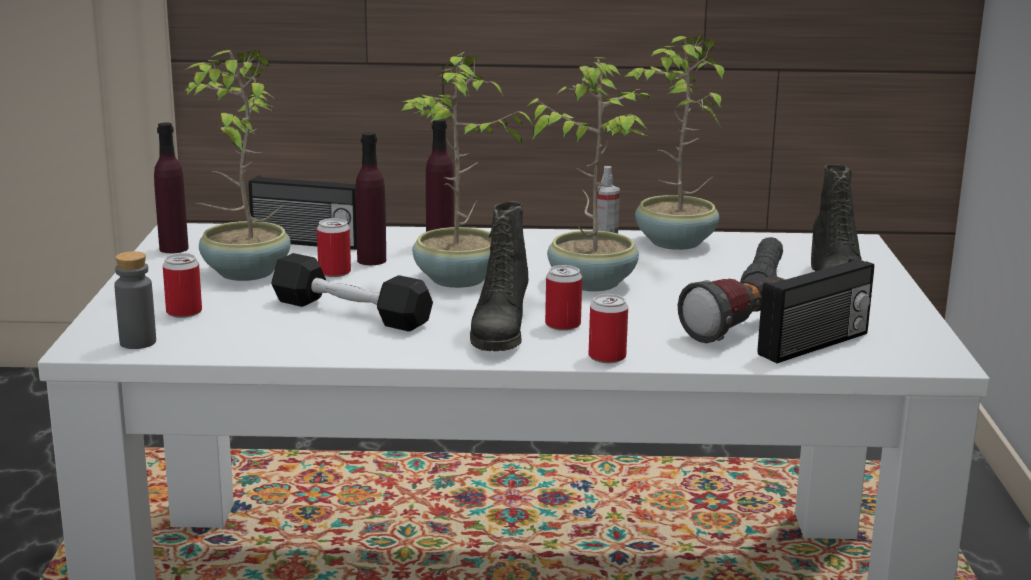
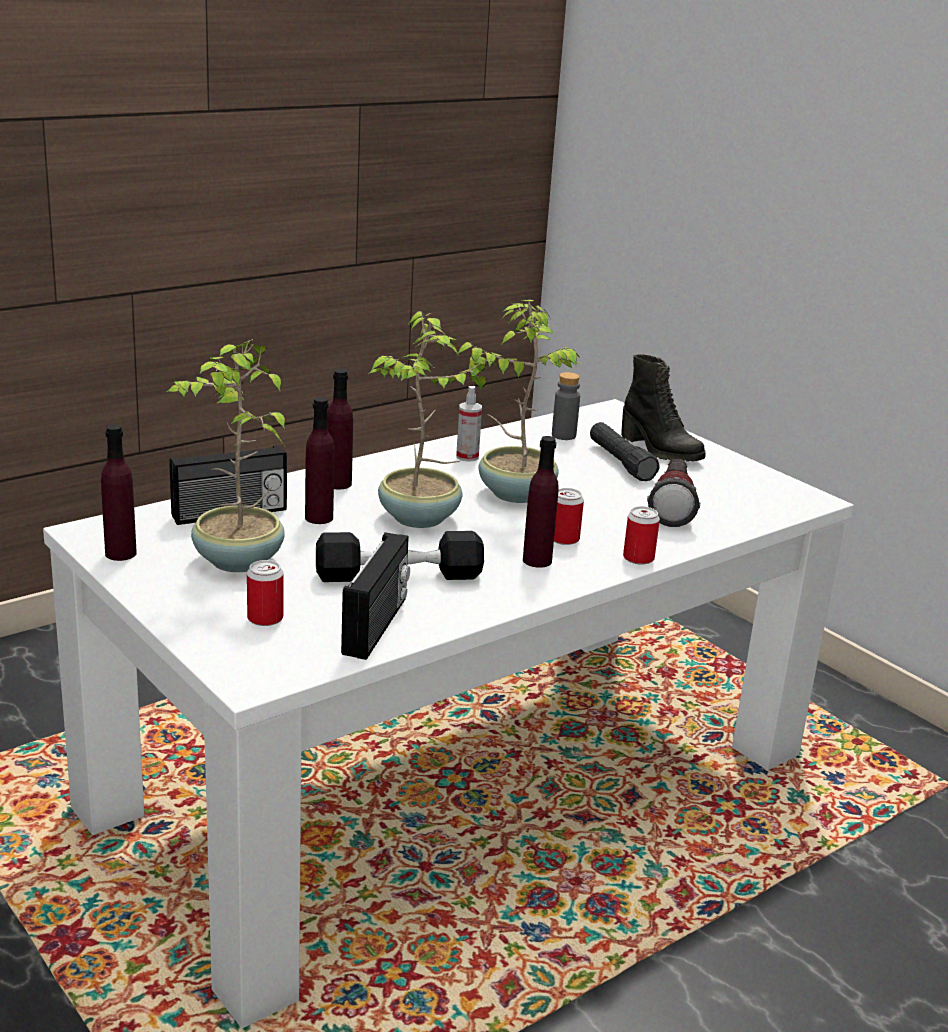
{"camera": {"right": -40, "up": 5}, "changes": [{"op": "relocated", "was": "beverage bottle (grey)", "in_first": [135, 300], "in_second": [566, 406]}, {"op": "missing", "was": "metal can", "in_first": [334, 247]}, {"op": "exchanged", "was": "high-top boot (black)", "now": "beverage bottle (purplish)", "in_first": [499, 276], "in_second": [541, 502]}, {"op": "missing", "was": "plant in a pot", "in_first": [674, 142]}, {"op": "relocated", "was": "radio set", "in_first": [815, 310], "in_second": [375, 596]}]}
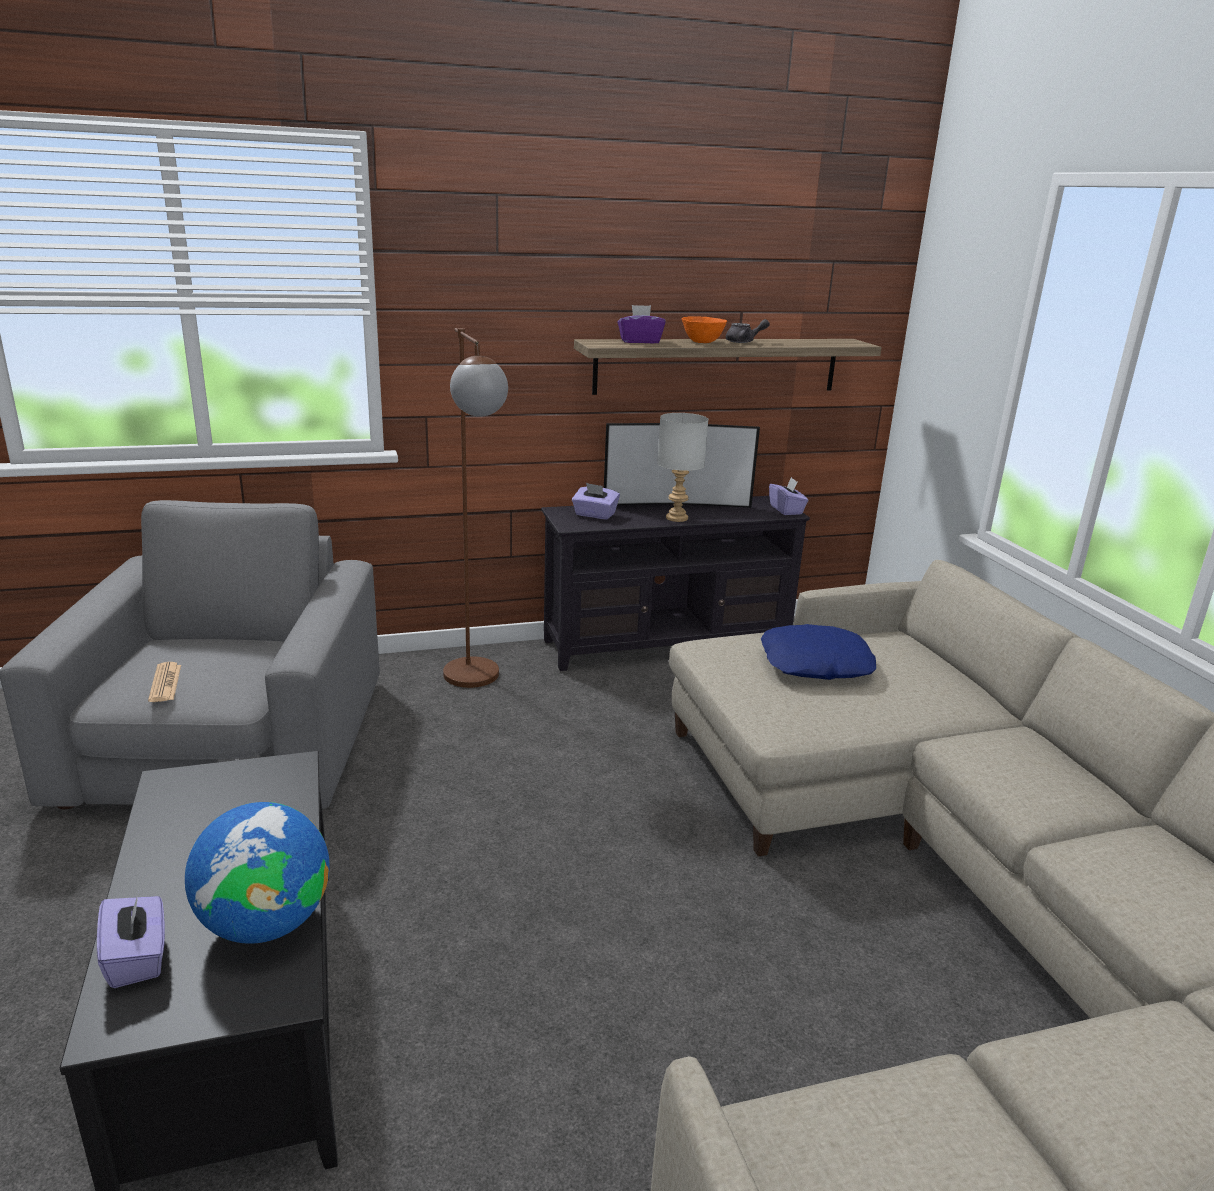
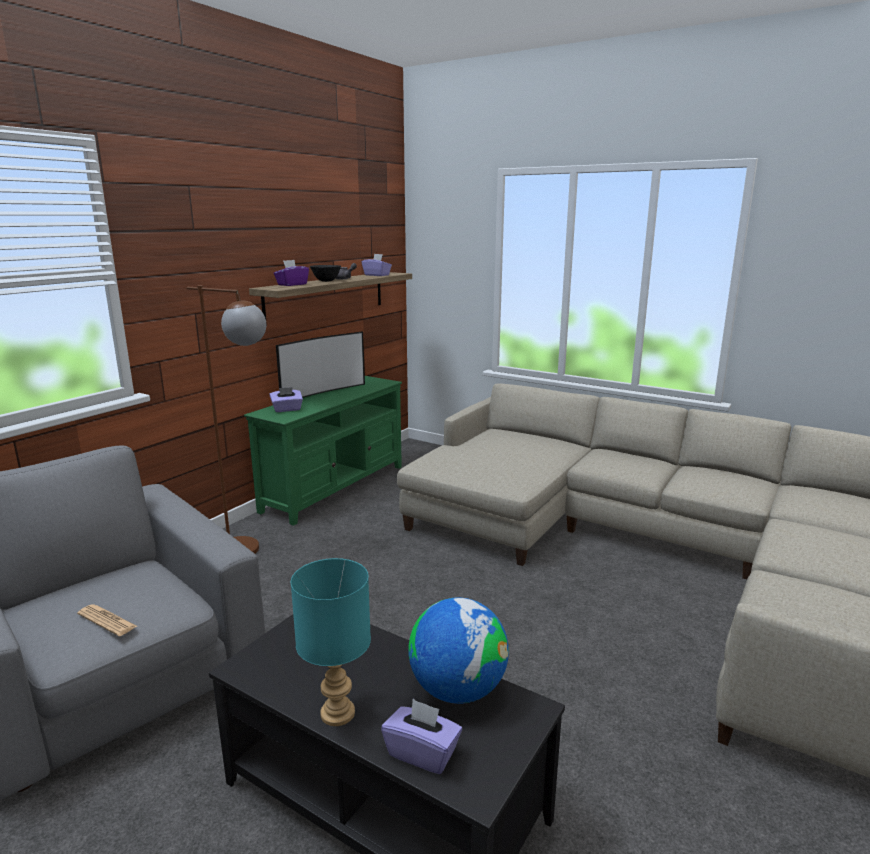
{"camera": {"right": -40, "up": -5}, "changes": [{"op": "colour", "was": "media console (black)", "now": "media console (green-coloured)", "in_first": [676, 583], "in_second": [323, 451]}, {"op": "missing", "was": "table lamp (grey)", "in_first": [683, 467]}, {"op": "colour", "was": "bowl (orange)", "now": "bowl (black)", "in_first": [704, 329], "in_second": [325, 273]}, {"op": "missing", "was": "throw pillow (blue-coloured)", "in_first": [818, 652]}, {"op": "relocated", "was": "box of tissues (purplish)", "in_first": [788, 496], "in_second": [377, 265]}, {"op": "appeared", "now": "table lamp (turquoise)", "in_second": [331, 642]}]}
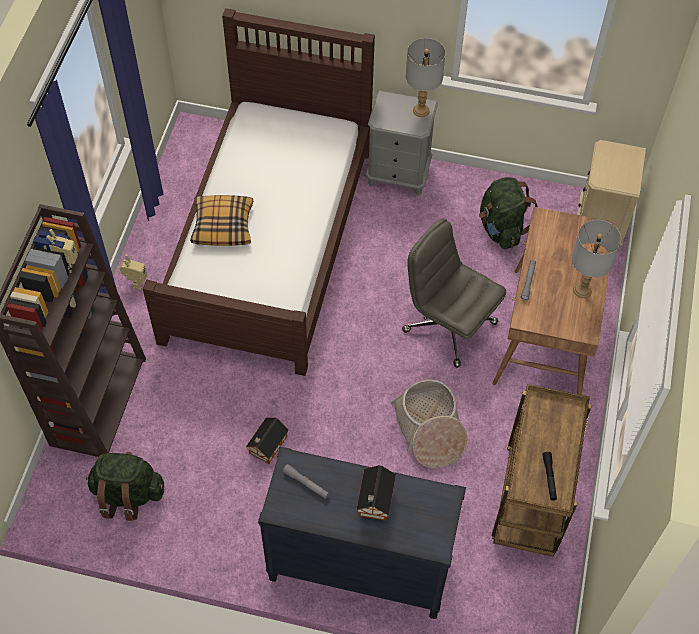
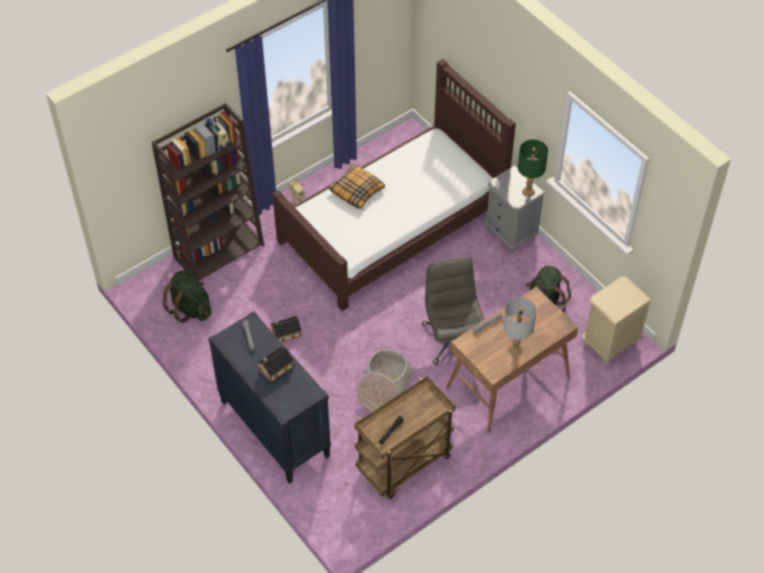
{"camera": {"right": 40, "up": -5}, "changes": [{"op": "colour", "was": "table lamp (grey)", "now": "table lamp (green-coloured)", "in_first": [426, 77], "in_second": [533, 168]}]}
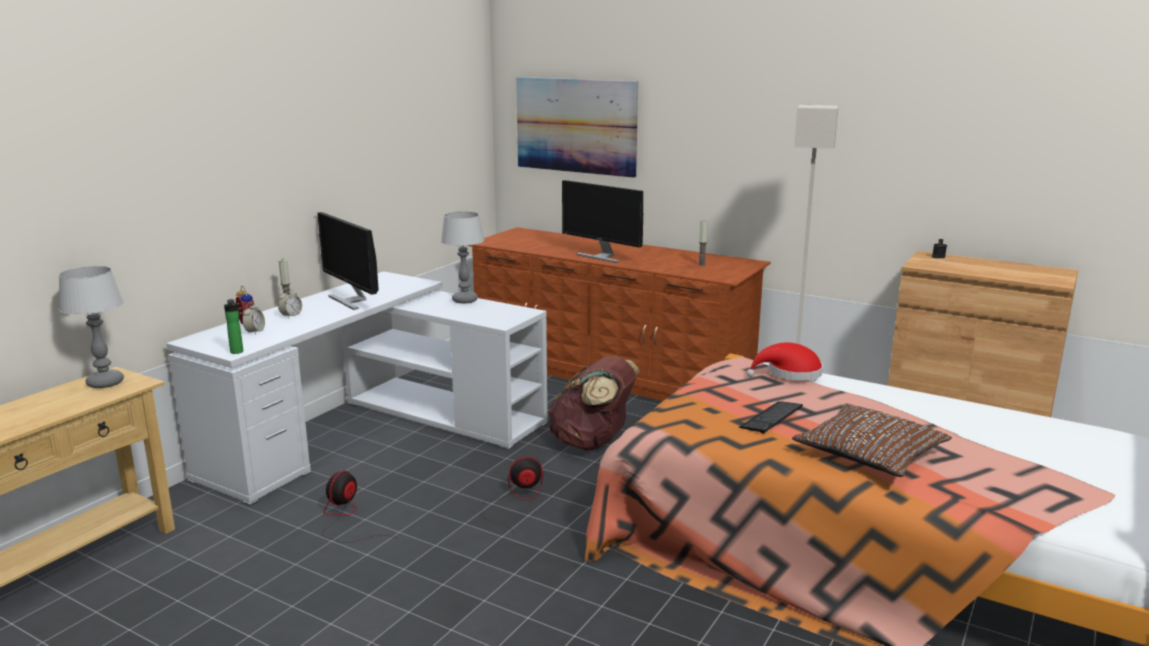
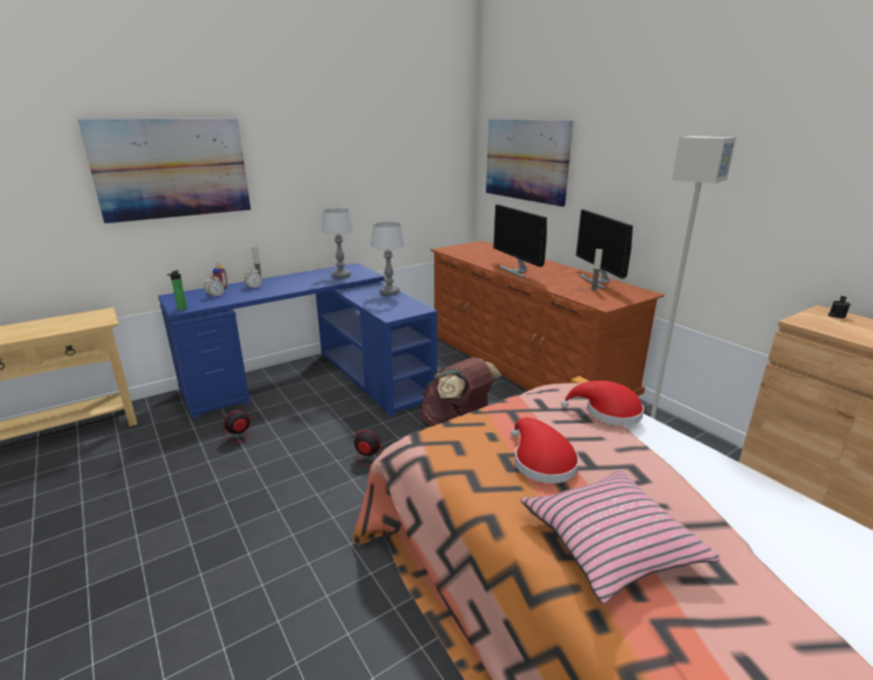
{"camera": {"right": 25, "up": 5}, "changes": [{"op": "relocated", "was": "table lamp", "in_first": [91, 327], "in_second": [337, 243]}, {"op": "colour", "was": "desk (whitish)", "now": "desk (blue-coloured)", "in_first": [357, 388], "in_second": [297, 341]}, {"op": "relocated", "was": "computer screen", "in_first": [348, 261], "in_second": [604, 249]}, {"op": "exchanged", "was": "PC keyboard", "now": "hat (red)", "in_first": [771, 417], "in_second": [545, 450]}, {"op": "colour", "was": "throw pillow (brown-coloured)", "now": "throw pillow (pinkish)", "in_first": [872, 440], "in_second": [620, 536]}, {"op": "appeared", "now": "picture", "in_second": [164, 171]}]}
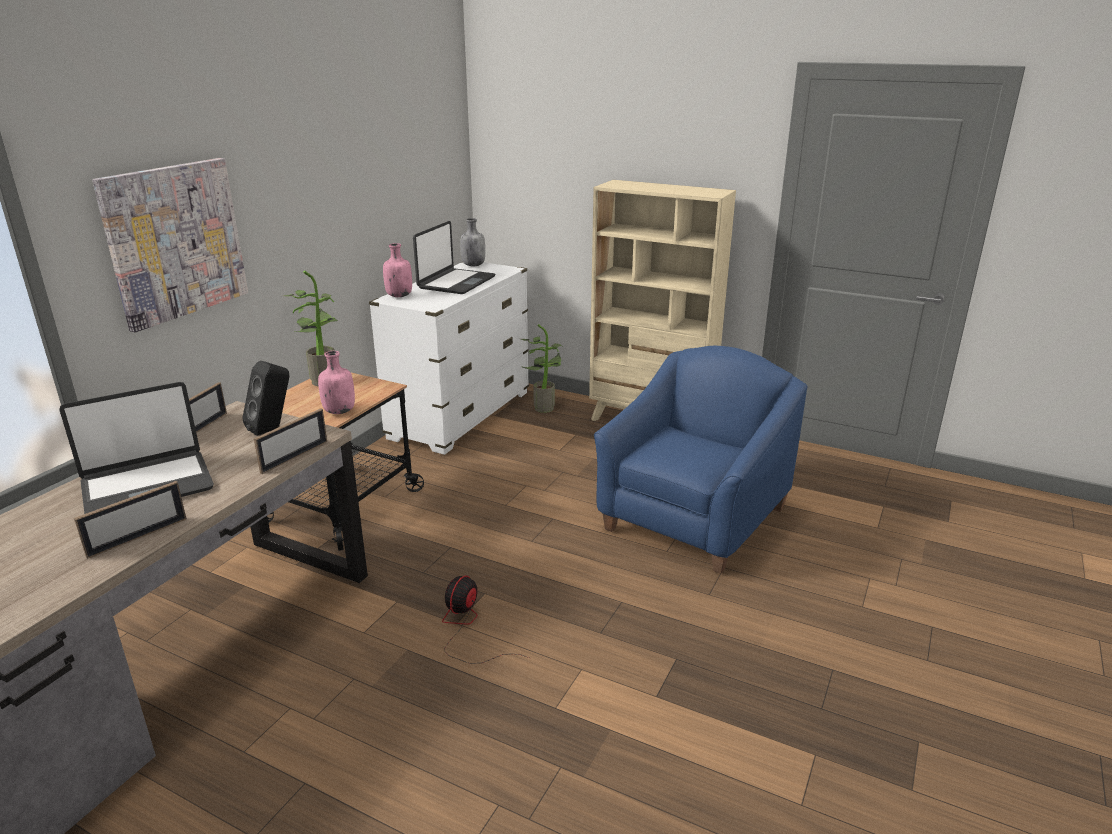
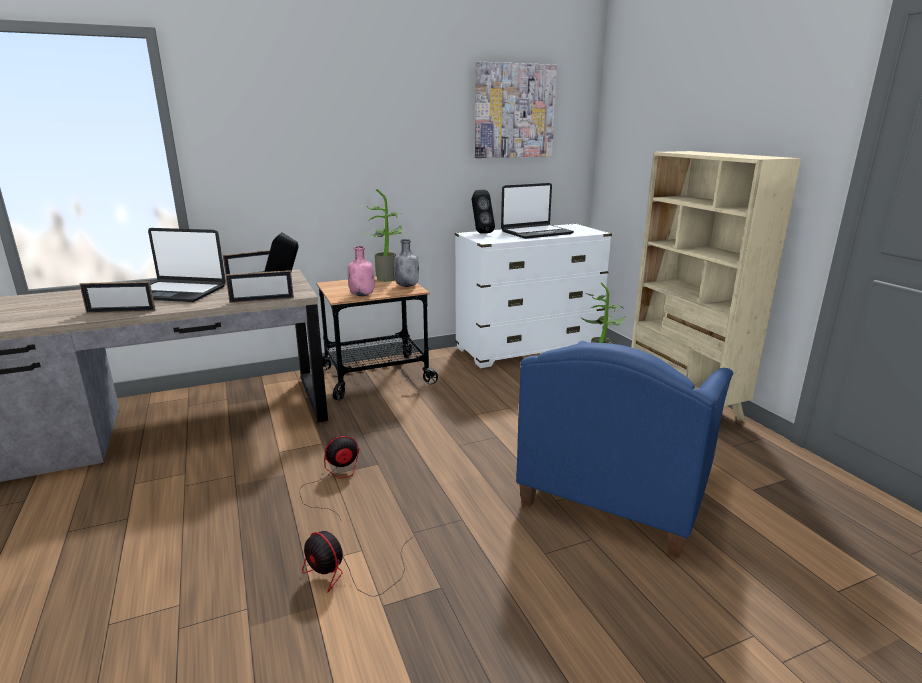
{"camera": {"right": 40, "up": -5}, "changes": [{"op": "relocated", "was": "picture", "in_first": [170, 245], "in_second": [516, 110]}, {"op": "exchanged", "was": "beverage bottle (pinkish)", "now": "loudspeaker (black)", "in_first": [397, 270], "in_second": [483, 212]}, {"op": "relocated", "was": "beverage bottle (grey)", "in_first": [472, 242], "in_second": [406, 263]}, {"op": "spun", "was": "lounge chair (blue-coloured)", "in_first": [701, 460], "in_second": [624, 449], "clockwise": 135}, {"op": "appeared", "now": "fan", "in_second": [358, 564]}]}
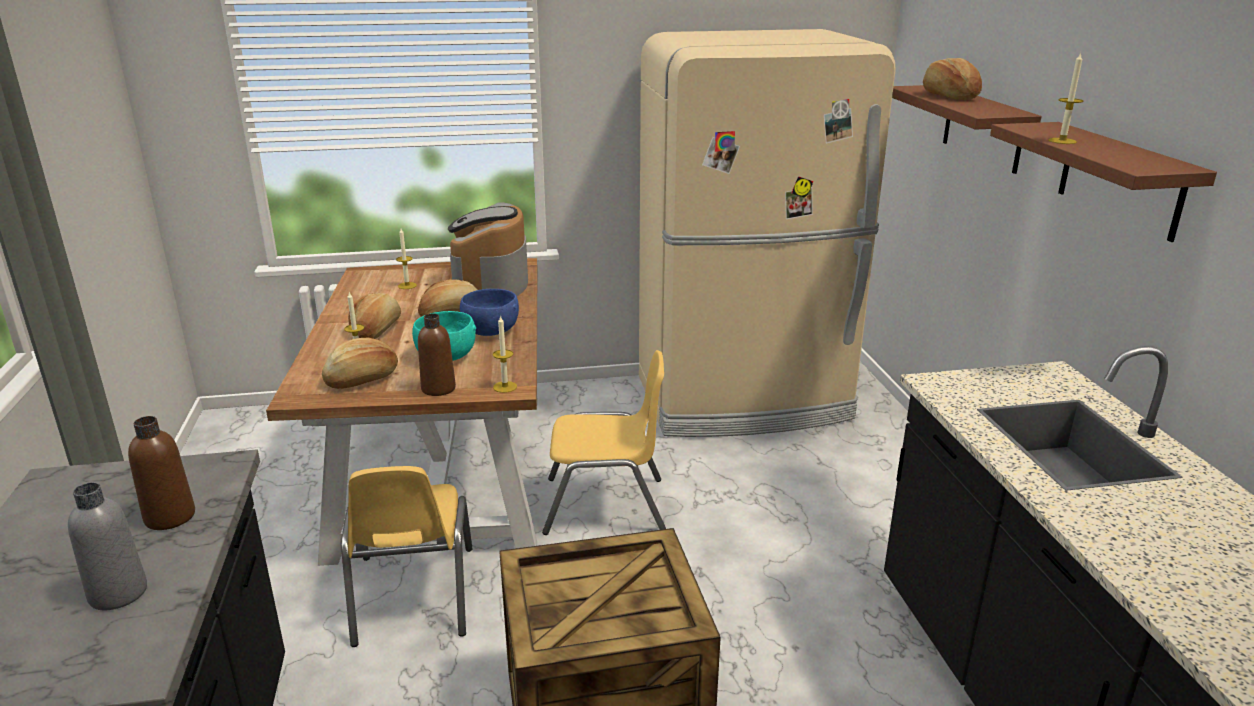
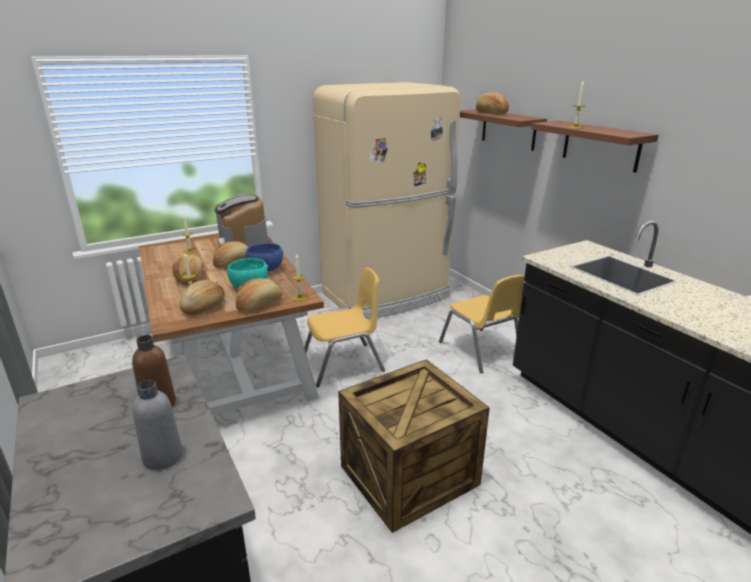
{"camera": {"right": -20, "up": 0}, "changes": [{"op": "relocated", "was": "upright chair (yellowish)", "in_first": [406, 556], "in_second": [482, 324]}, {"op": "exchanged", "was": "beverage bottle (brown-coloured)", "now": "bread", "in_first": [437, 354], "in_second": [259, 295]}]}
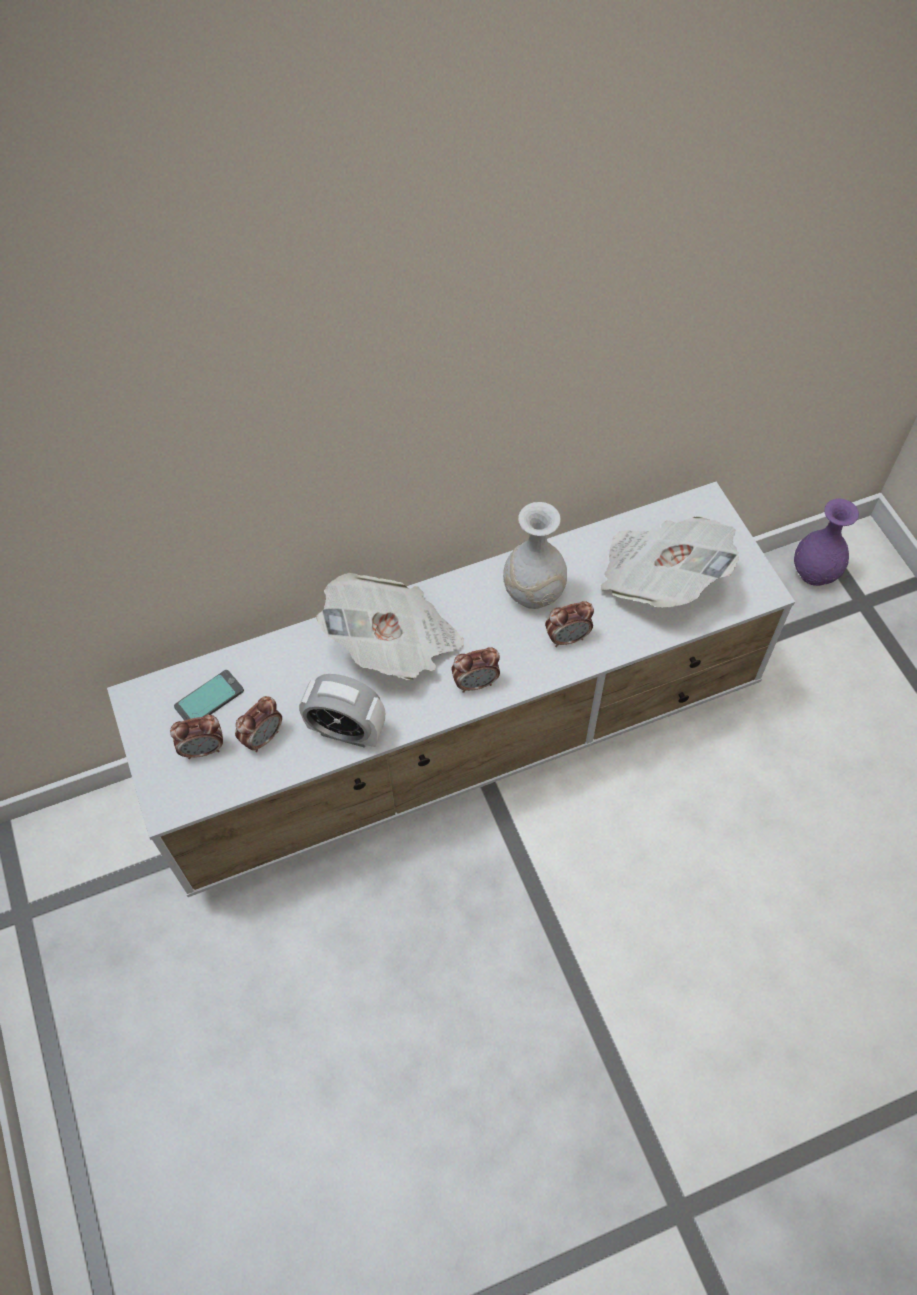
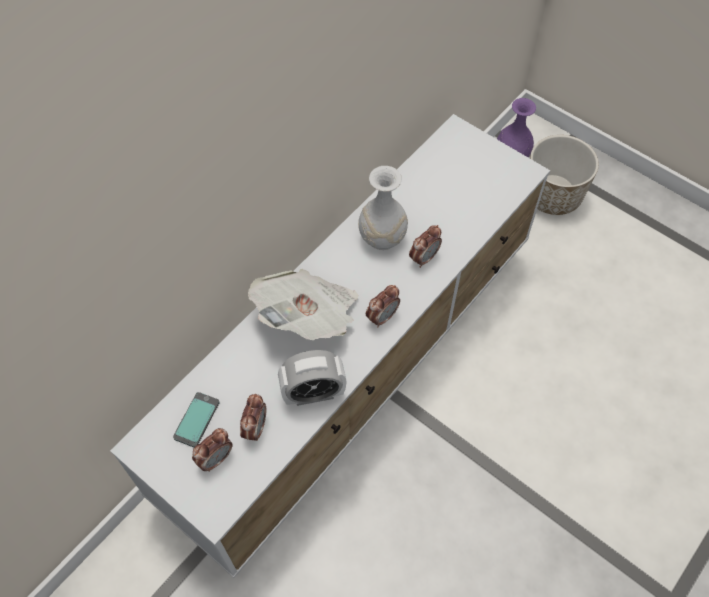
{"camera": {"right": -30, "up": 0}, "changes": [{"op": "missing", "was": "printed paper", "in_first": [670, 562]}, {"op": "appeared", "now": "flower pot", "in_second": [564, 175]}]}
